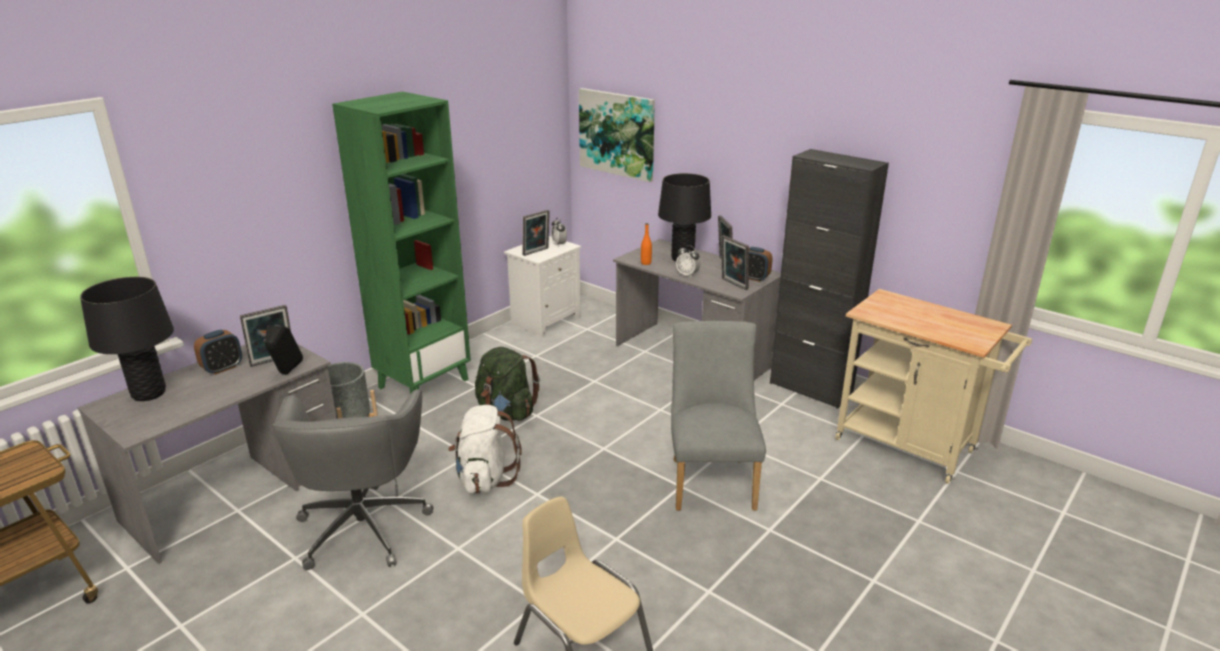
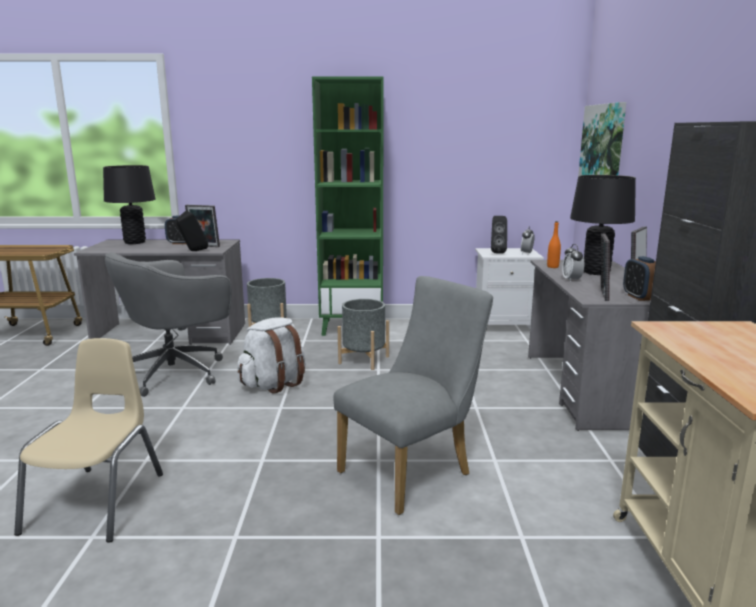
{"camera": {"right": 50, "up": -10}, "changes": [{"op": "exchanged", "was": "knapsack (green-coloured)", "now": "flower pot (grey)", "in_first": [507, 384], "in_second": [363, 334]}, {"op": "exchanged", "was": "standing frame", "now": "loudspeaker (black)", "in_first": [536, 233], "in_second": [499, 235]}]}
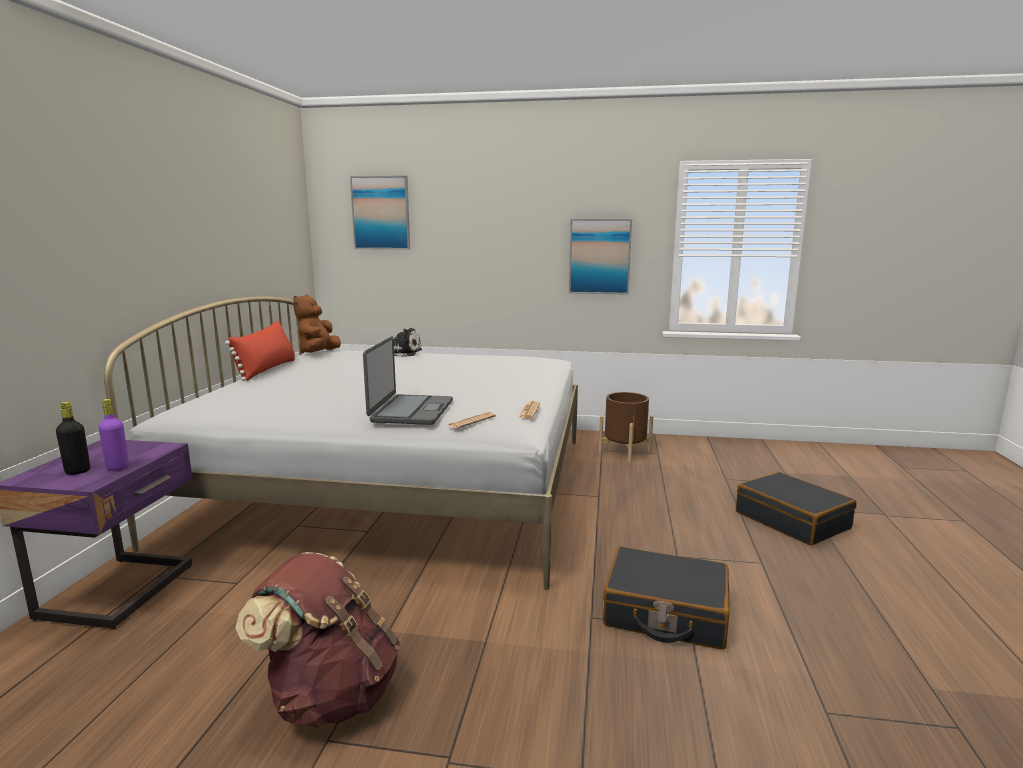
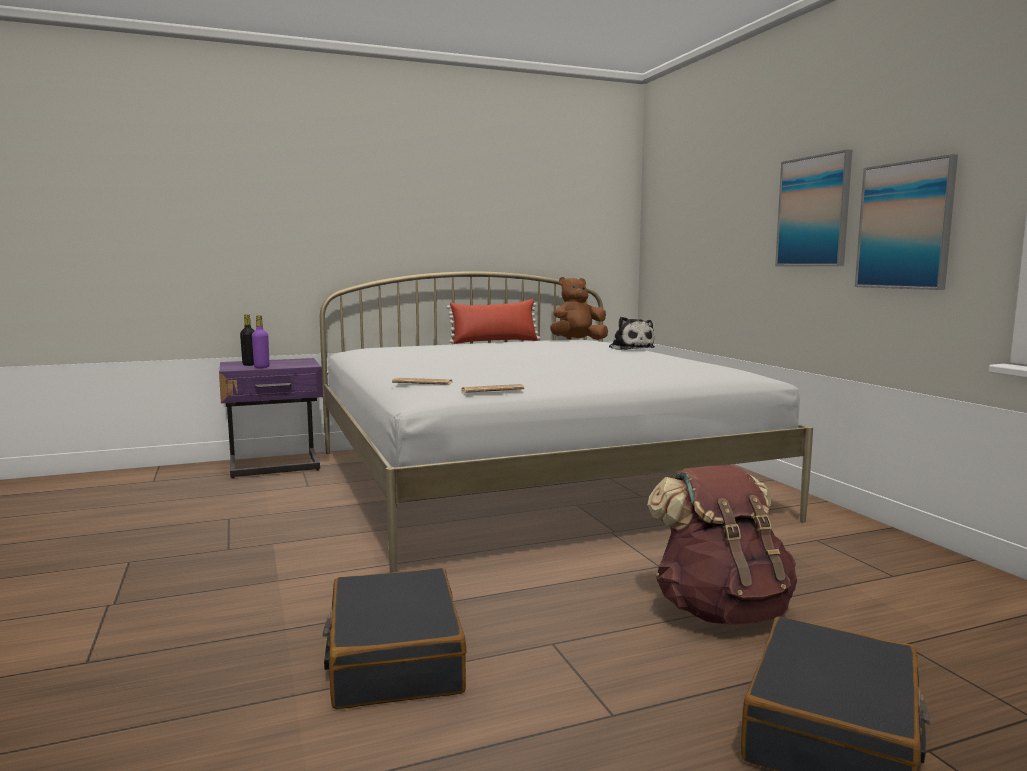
{"camera": {"right": 60, "up": -5}, "changes": [{"op": "relocated", "was": "knapsack (brown-coloured)", "in_first": [317, 640], "in_second": [722, 545]}, {"op": "relocated", "was": "picture", "in_first": [380, 213], "in_second": [813, 207]}, {"op": "missing", "was": "portable computer", "in_first": [408, 380]}, {"op": "missing", "was": "flower pot (brown-coloured)", "in_first": [626, 427]}]}
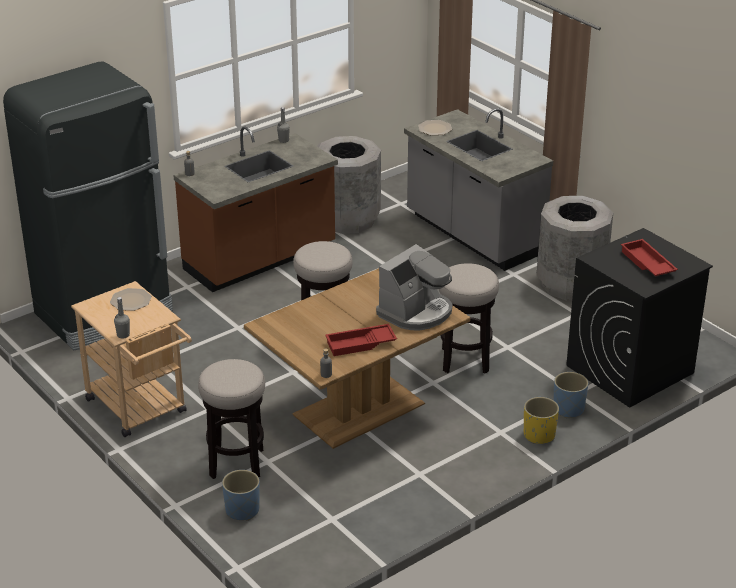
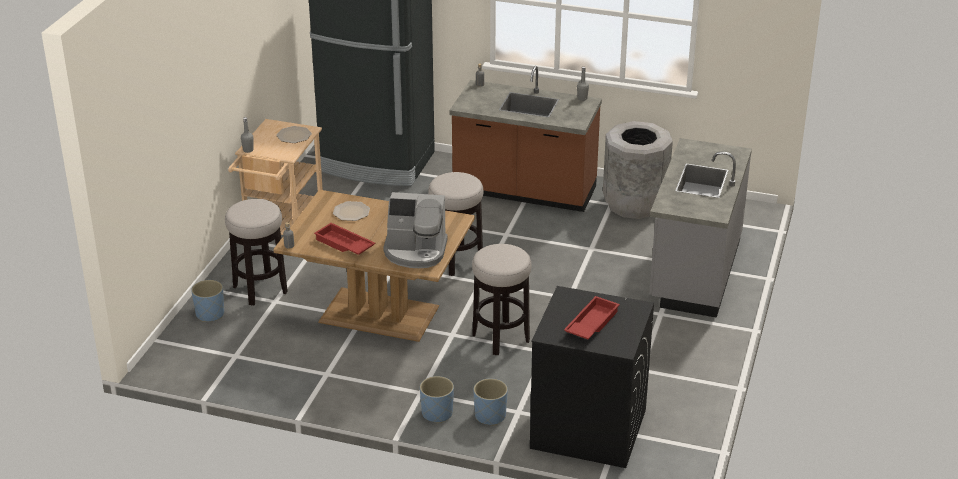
{"camera": {"right": 55, "up": 0}, "changes": [{"op": "relocated", "was": "flat dish", "in_first": [435, 127], "in_second": [351, 211]}, {"op": "colour", "was": "flower pot (yellowish)", "now": "flower pot (blue-coloured)", "in_first": [541, 420], "in_second": [437, 400]}, {"op": "missing", "was": "trash can (grey)", "in_first": [574, 248]}]}
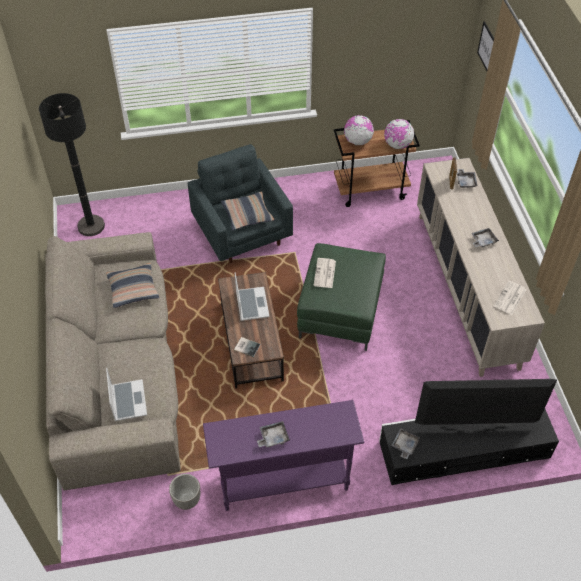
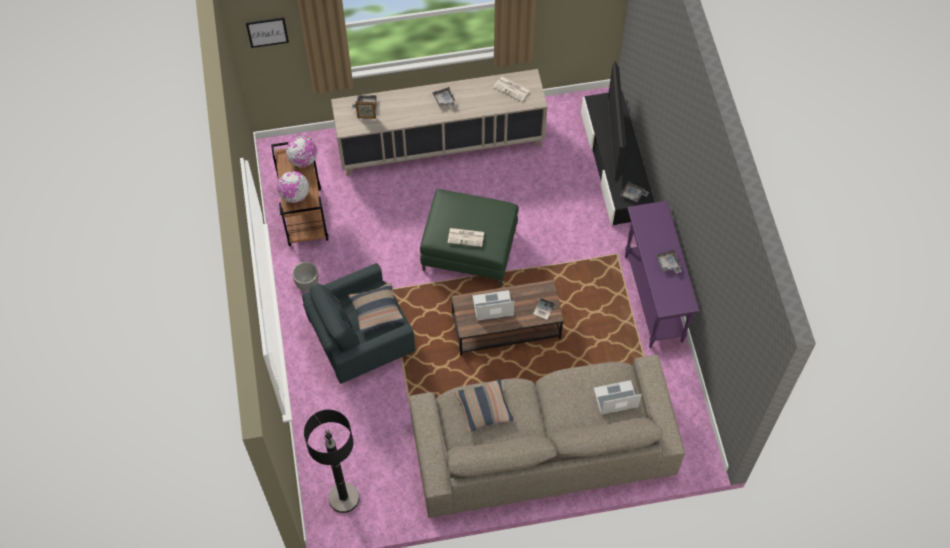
{"camera": {"right": -90, "up": 10}, "changes": [{"op": "relocated", "was": "flower pot", "in_first": [184, 492], "in_second": [305, 276]}]}
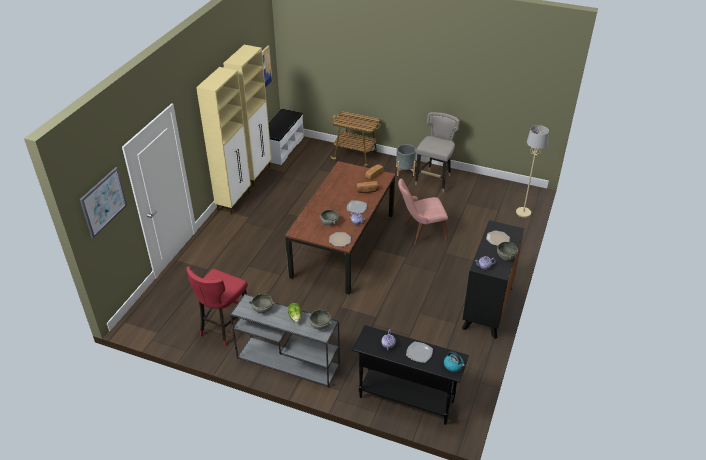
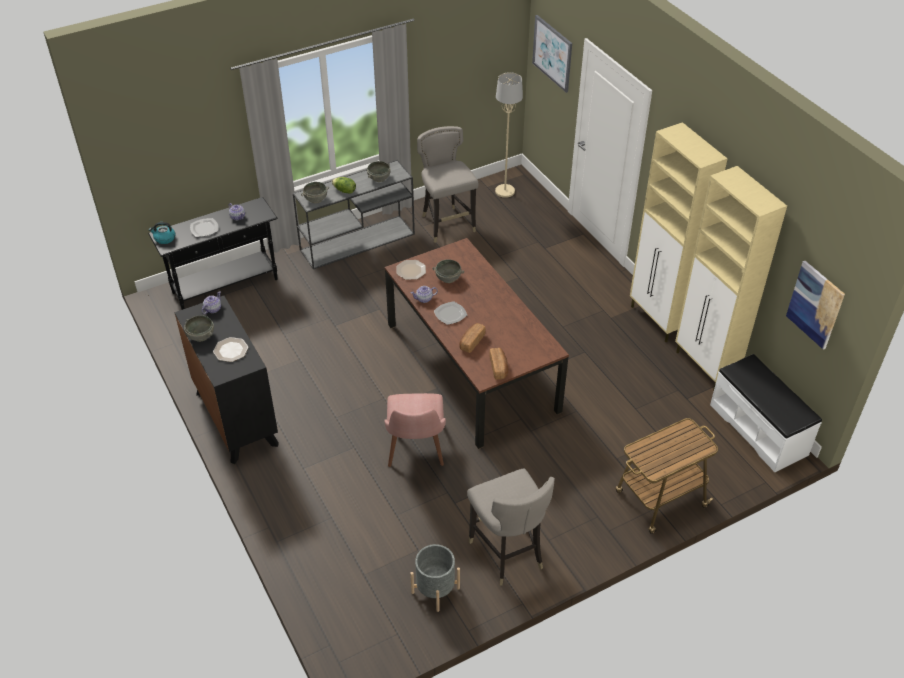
{"camera": {"right": 130, "up": 5}, "changes": [{"op": "colour", "was": "sitting stool (red)", "now": "sitting stool (grey)", "in_first": [217, 306], "in_second": [448, 184]}, {"op": "relocated", "was": "flower pot (grey)", "in_first": [406, 160], "in_second": [435, 578]}, {"op": "spun", "was": "upright chair (pinkish)", "in_first": [423, 211], "in_second": [415, 430], "clockwise": 150}, {"op": "relocated", "was": "standard lamp (sand-coloured)", "in_first": [532, 171], "in_second": [509, 135]}]}
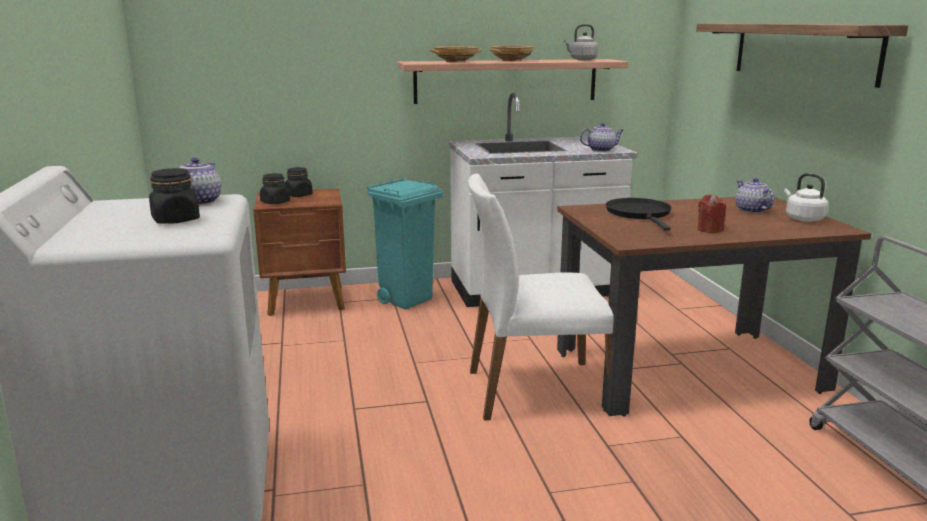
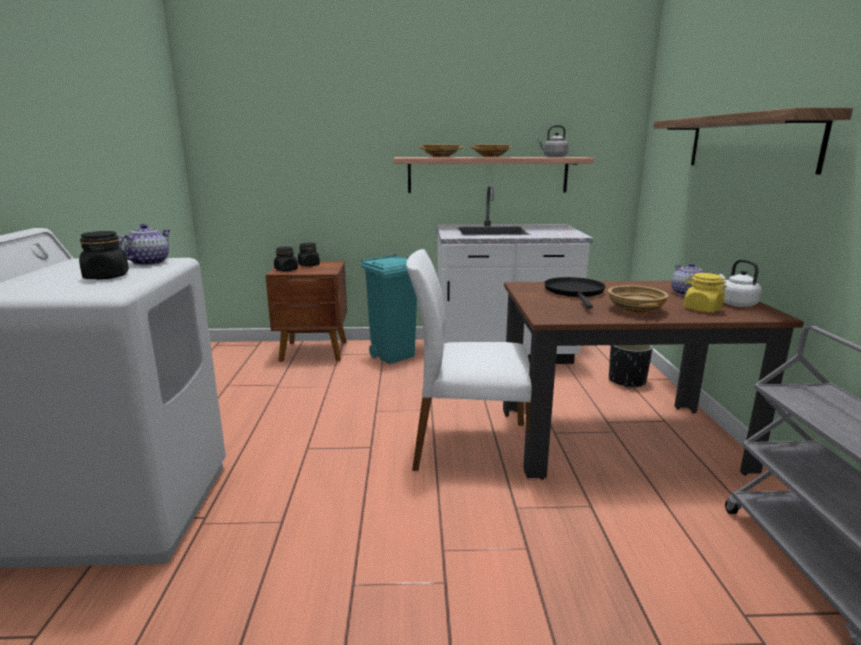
{"camera": {"right": 10, "up": 0}, "changes": [{"op": "missing", "was": "pot for tea", "in_first": [602, 137]}, {"op": "exchanged", "was": "candle (red)", "now": "bowl (sand-coloured)", "in_first": [712, 213], "in_second": [638, 299]}, {"op": "appeared", "now": "flower pot (black)", "in_second": [631, 366]}, {"op": "appeared", "now": "jar (yellowish)", "in_second": [705, 292]}]}
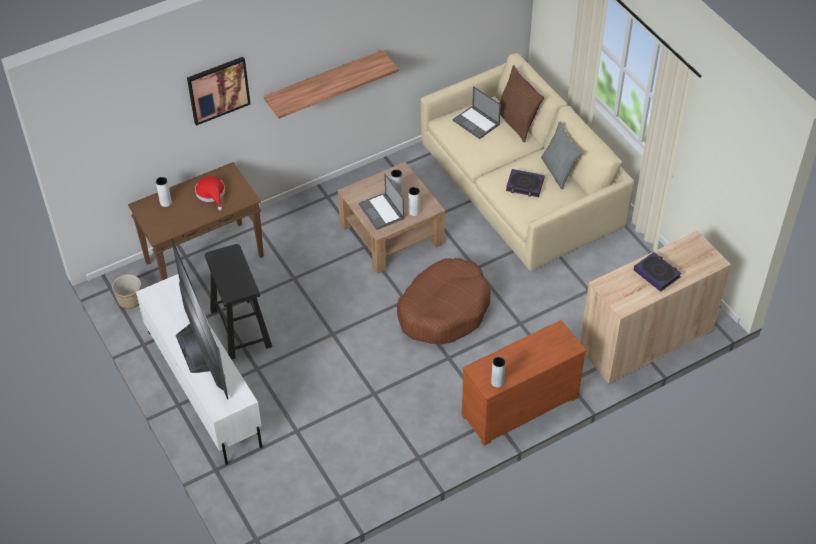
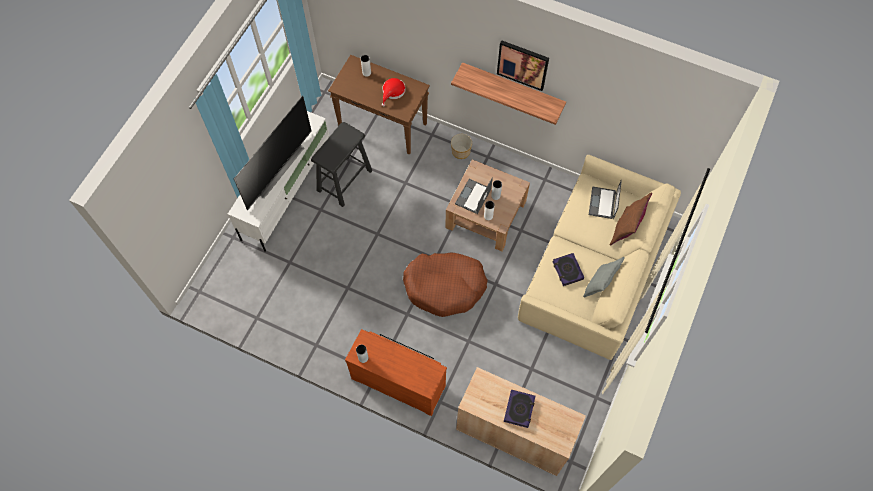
{"camera": {"right": 55, "up": 15}, "changes": [{"op": "relocated", "was": "flower pot", "in_first": [127, 291], "in_second": [461, 146]}, {"op": "relocated", "was": "picture", "in_first": [219, 91], "in_second": [523, 65]}]}
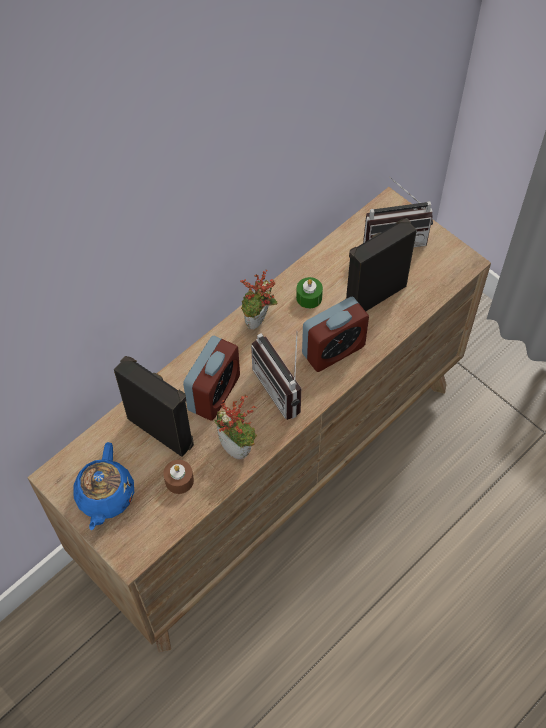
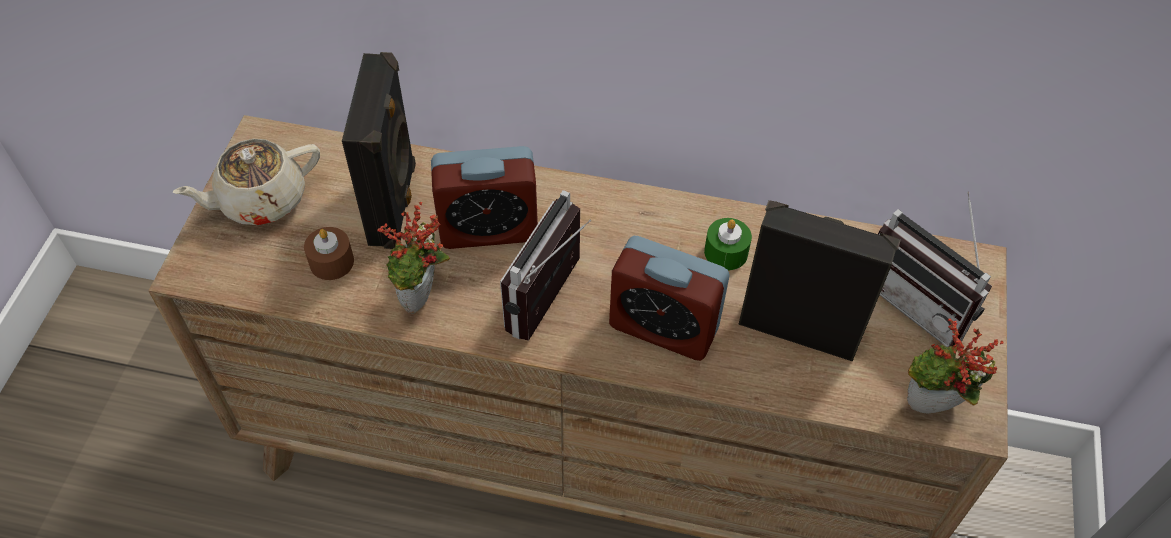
{"camera": {"right": 55, "up": -5}, "changes": [{"op": "colour", "was": "pot for tea (blue-coloured)", "now": "pot for tea (sand-coloured)", "in_first": [103, 486], "in_second": [246, 182]}, {"op": "relocated", "was": "plant in a pot", "in_first": [259, 300], "in_second": [955, 366]}]}
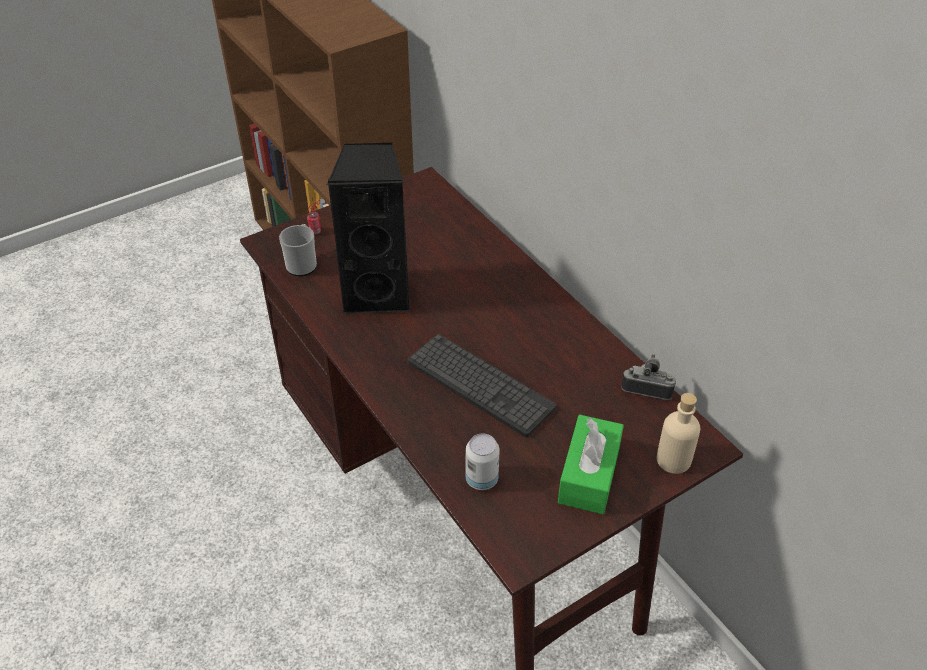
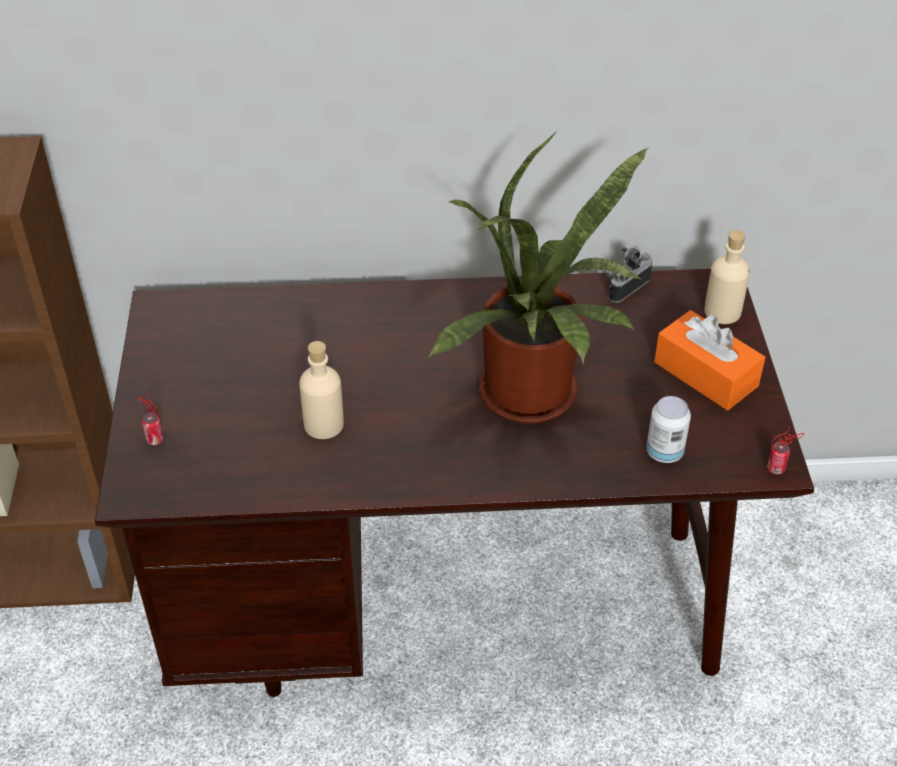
{"camera": {"right": -60, "up": 0}, "changes": [{"op": "missing", "was": "coffee mug", "in_first": [298, 250]}, {"op": "exchanged", "was": "loudspeaker (black)", "now": "beverage bottle (sand-coloured)", "in_first": [369, 228], "in_second": [321, 390]}, {"op": "exchanged", "was": "PC keyboard", "now": "plant in a pot", "in_first": [482, 386], "in_second": [538, 277]}, {"op": "colour", "was": "box of tissues (green-coloured)", "now": "box of tissues (orange)", "in_first": [591, 464], "in_second": [710, 360]}, {"op": "appeared", "now": "metal can", "in_second": [785, 450]}]}
